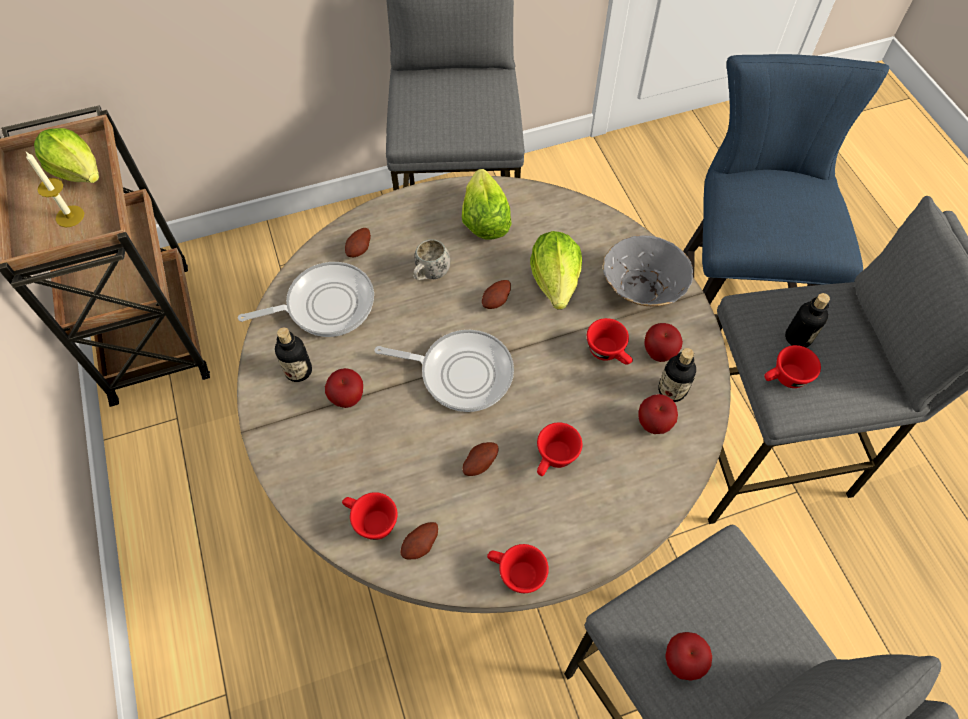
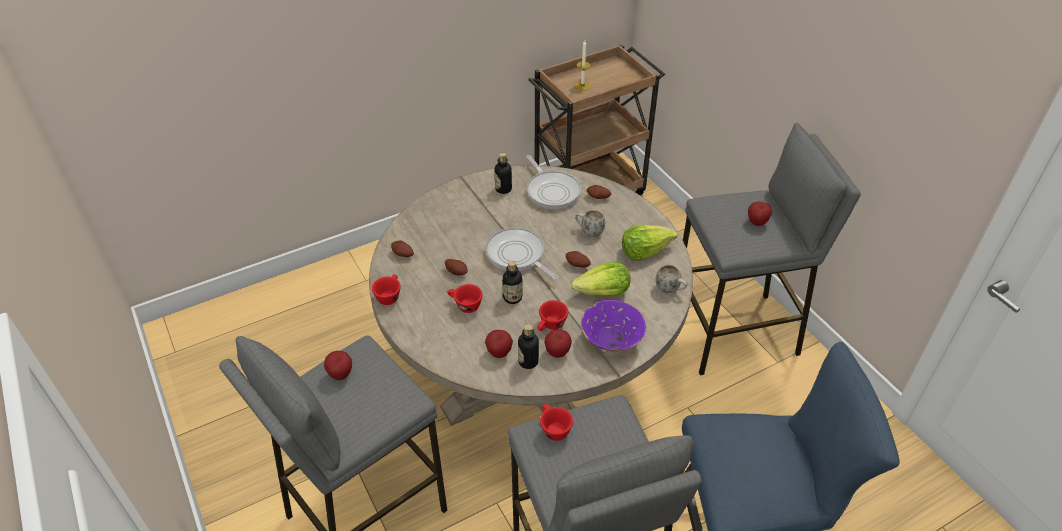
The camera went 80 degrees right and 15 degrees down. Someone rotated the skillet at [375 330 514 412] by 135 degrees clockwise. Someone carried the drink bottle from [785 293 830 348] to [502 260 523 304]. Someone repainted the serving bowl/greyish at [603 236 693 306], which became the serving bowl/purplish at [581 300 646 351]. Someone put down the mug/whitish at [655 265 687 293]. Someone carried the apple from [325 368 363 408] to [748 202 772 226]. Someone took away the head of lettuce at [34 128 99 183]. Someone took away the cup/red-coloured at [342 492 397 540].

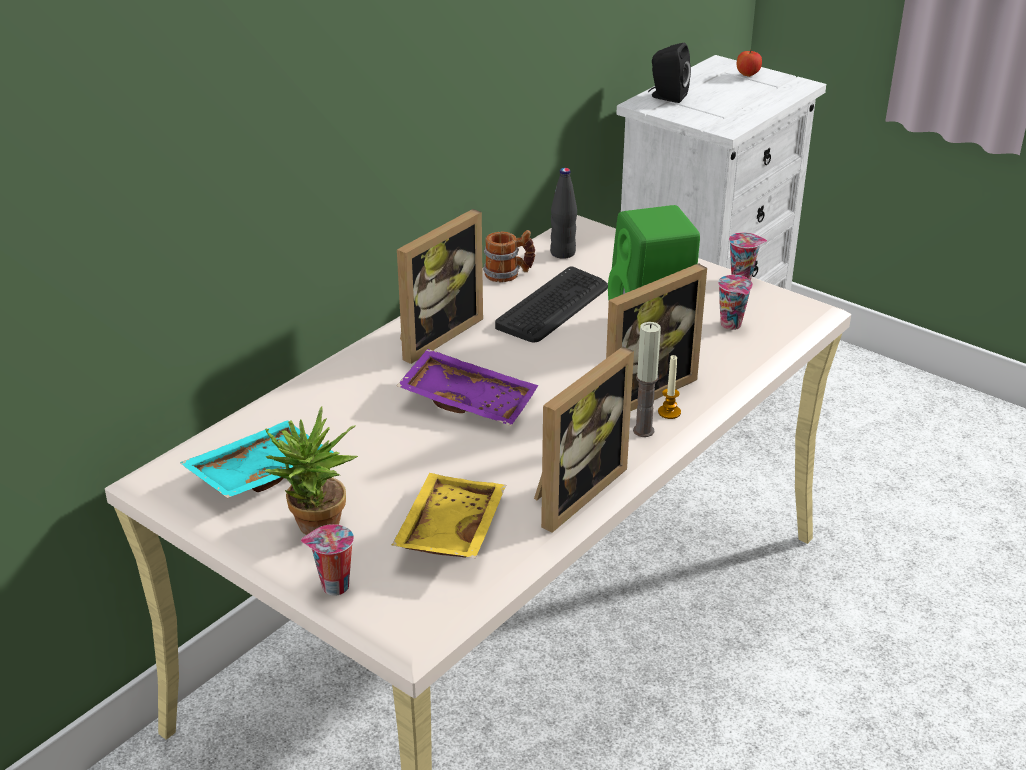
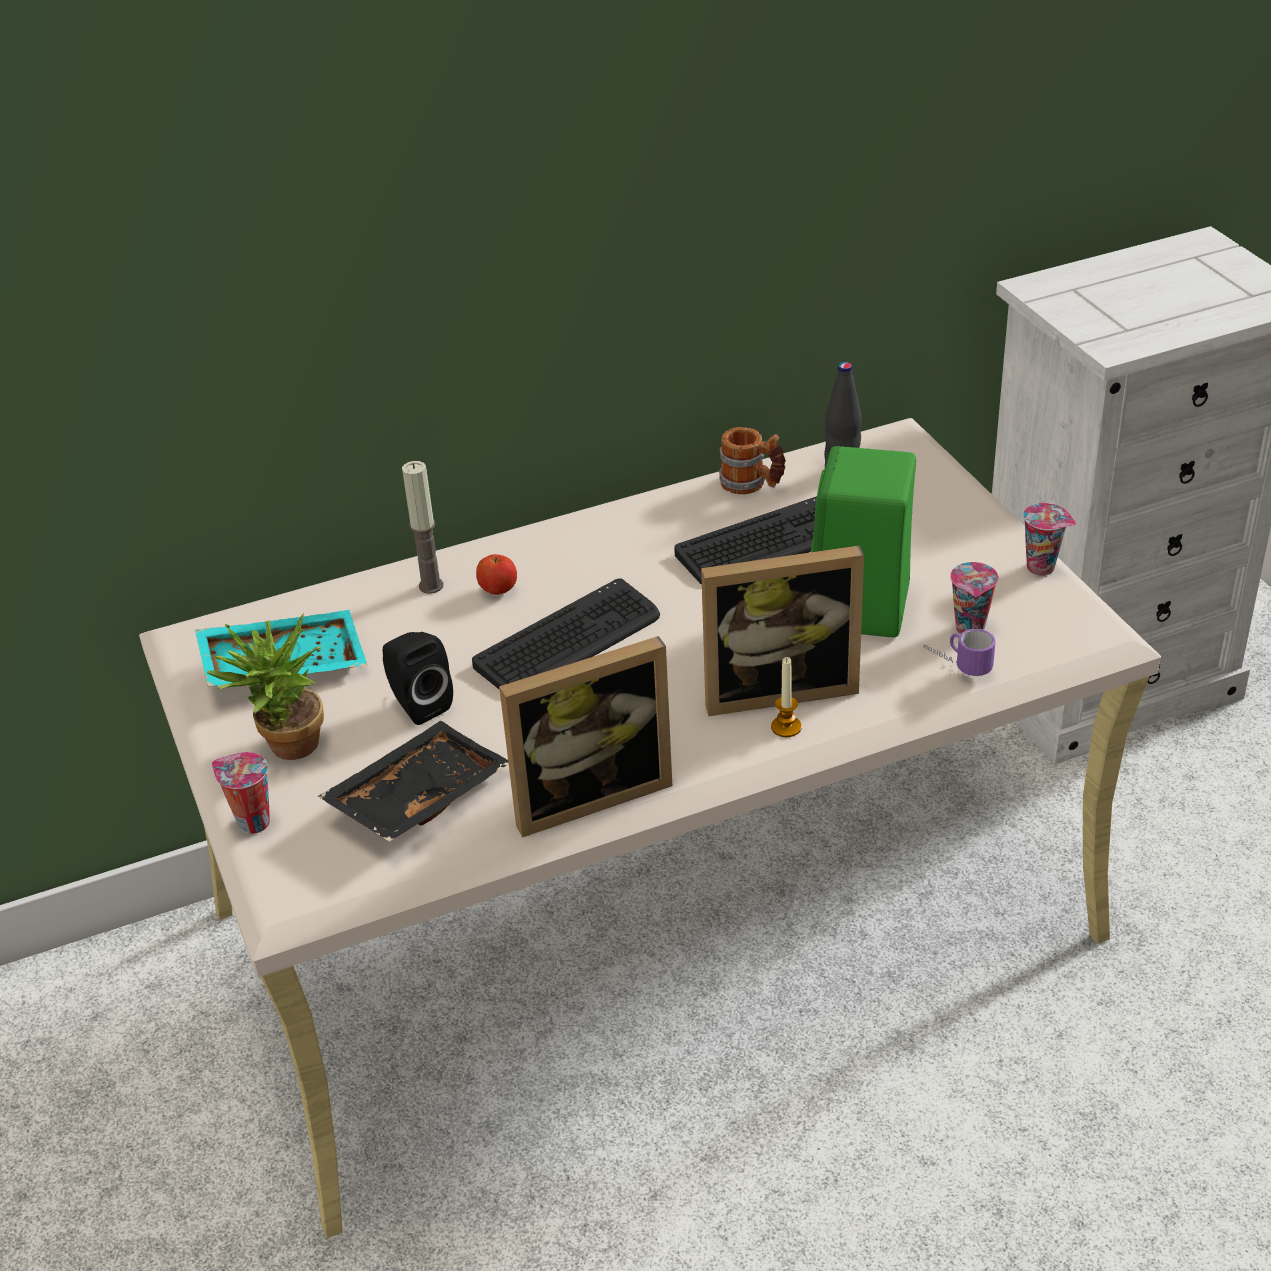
The camera went 30 degrees right and 5 degrees up. Someone repainted the tray/yellowish at [391 473 506 558], which became the tray/blackish at [318 721 509 842]. Someone carried the speaker/blackish from [648 43 691 103] to [383 632 453 725]. Someone carried the candle from [633 322 661 437] to [402 461 443 594]. Someone swapped the tray/purplish at [397 349 538 426] for the computer keyboard at [472 578 660 690]. Someone carried the apple from [737 50 762 77] to [476 554 517 595]. Someone put down the mug at [924 629 996 676]. Someone took away the standing frame at [397 209 483 364].

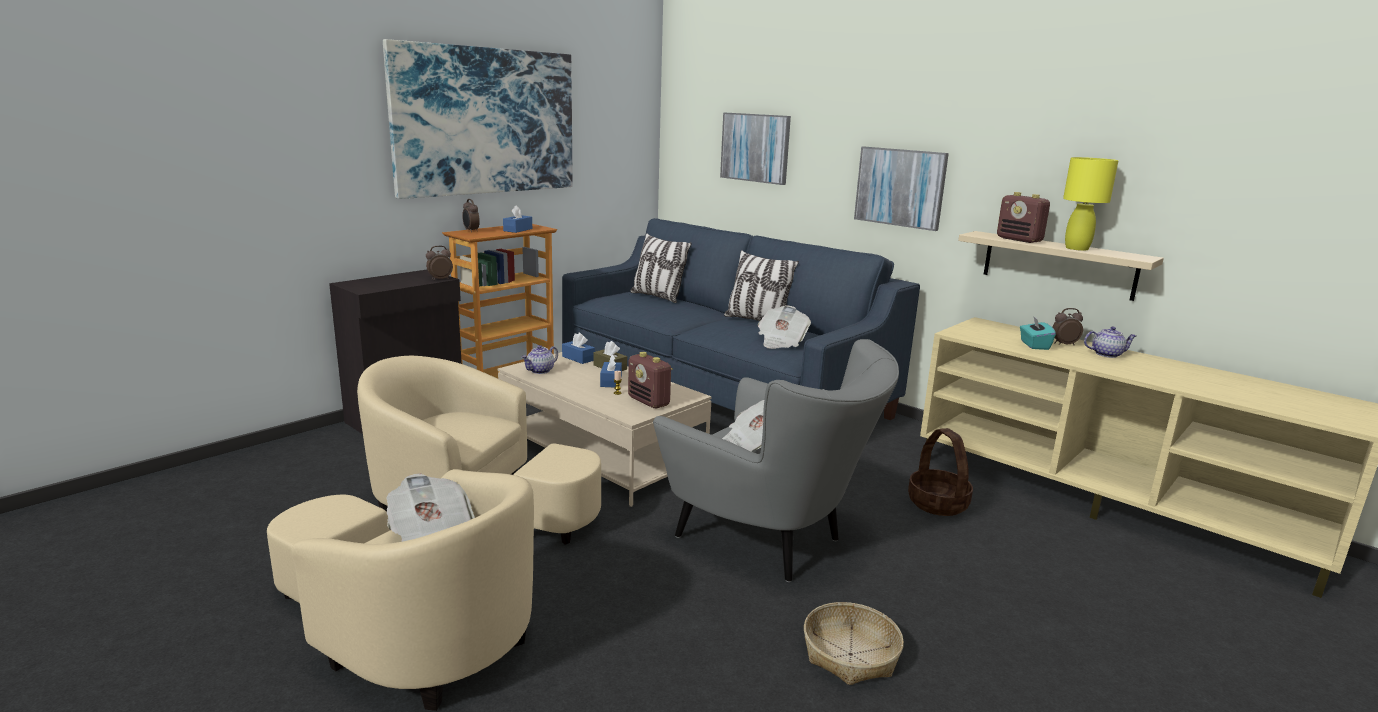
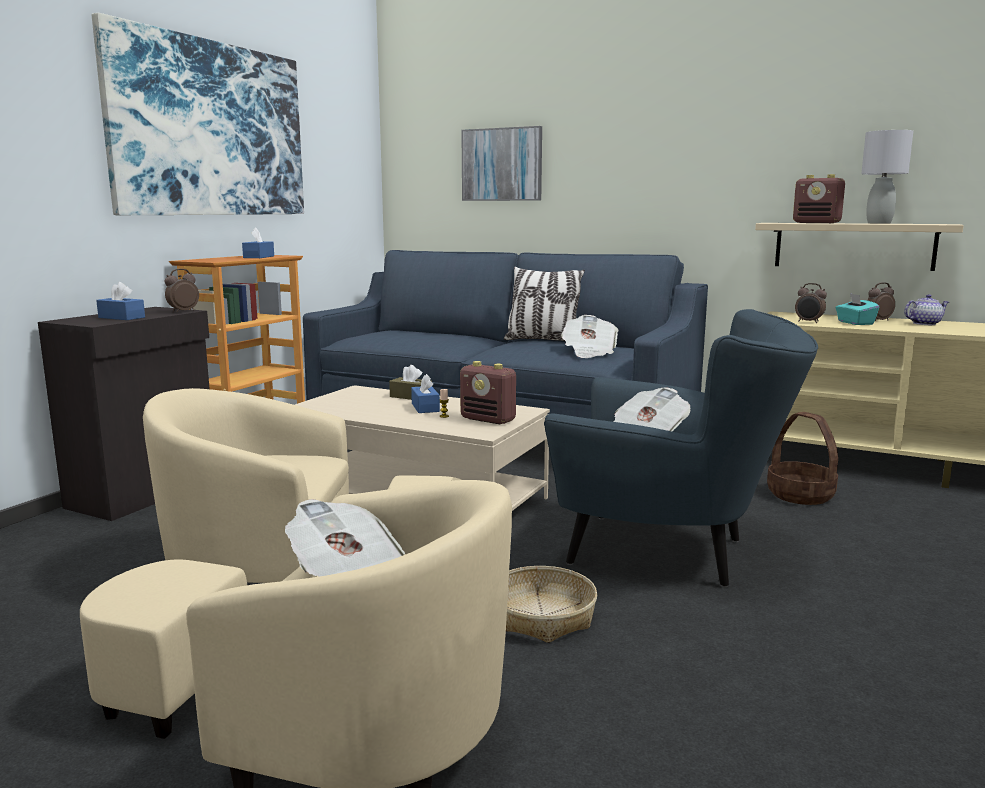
The camera went 15 degrees left and 5 degrees down. Someone carried the box of tissues/blue-coloured from [562 333 595 364] to [96 282 145 320]. Someone carried the basket from [804 602 904 685] to [506 566 597 643]. Someone repainted the armchair/greyish at [653 339 899 582], which became the armchair/blue-coloured at [544 309 818 587]. Someone carried the table clock from [462 199 480 232] to [795 283 827 323]. Someone repainted the tabletop lamp/yellowish at [1063 157 1119 251], which became the tabletop lamp/greyish at [861 130 913 224]. Someone took away the pot for tea at [522 345 558 374]. Someone took away the cushion at [630 233 692 303]. Someone took away the wall art at [854 147 949 231].

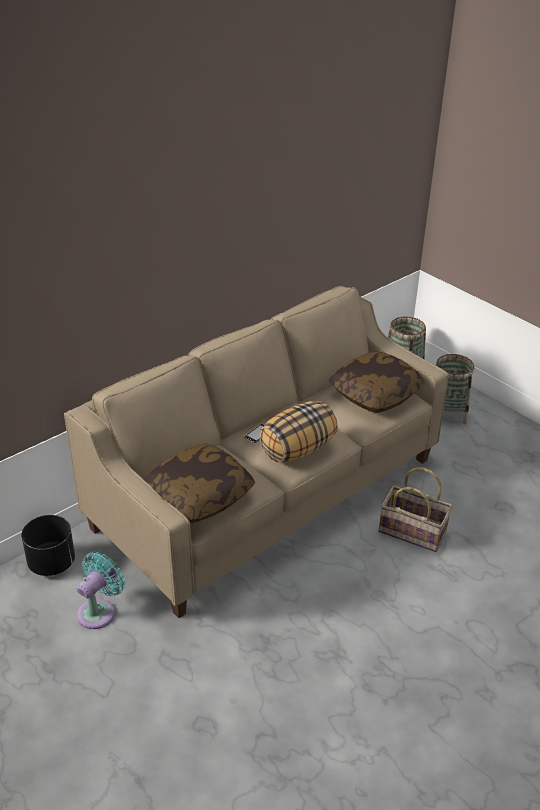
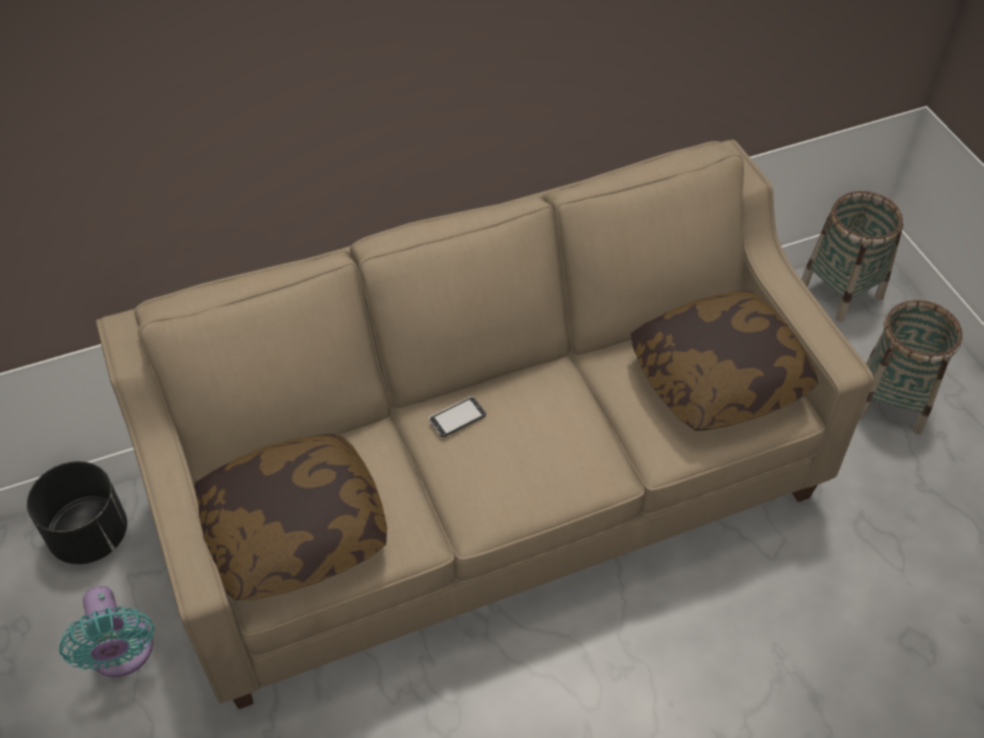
The camera went 20 degrees right and 15 degrees up. Someone rotated the fan/turquoise-coloured at [77 552 125 629] by 105 degrees clockwise. Someone took away the cushion at [259 401 338 462]. Someone took away the basket at [379 467 453 552].

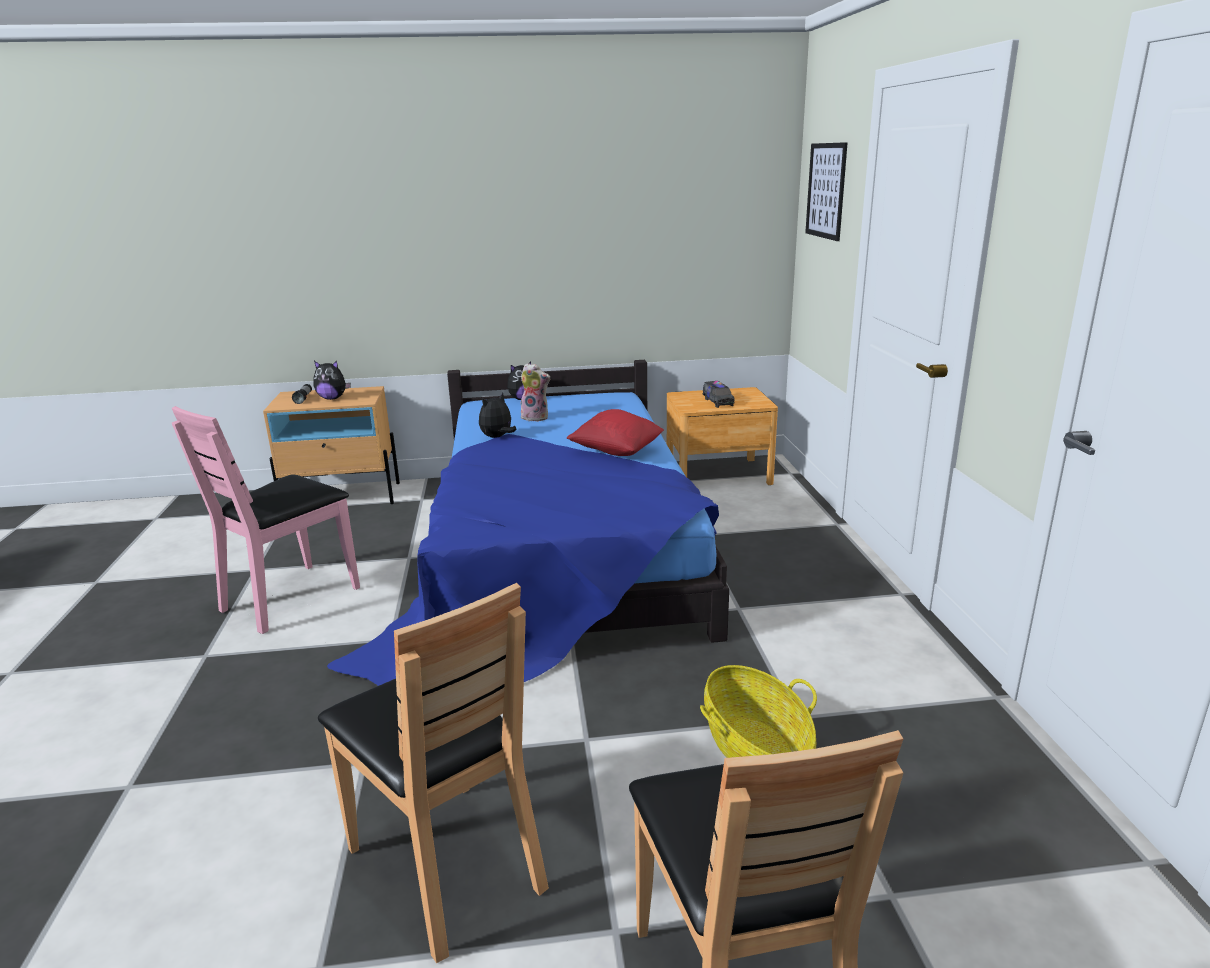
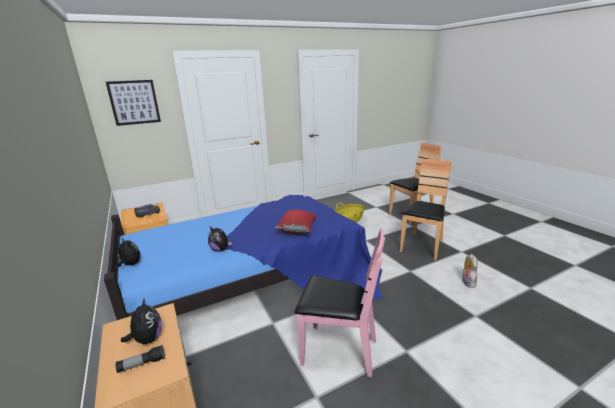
The camera went 110 degrees left and 0 degrees up. Someone carried the cushion/red-coloured from [567 409 664 456] to [275 210 317 234]. Someone carried the soft toy from [519 363 550 422] to [462 254 478 288].

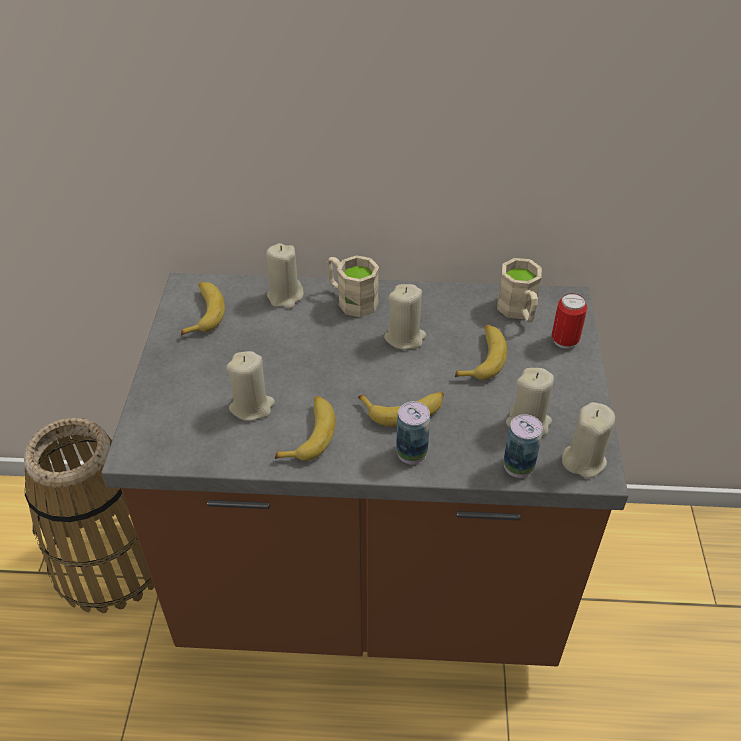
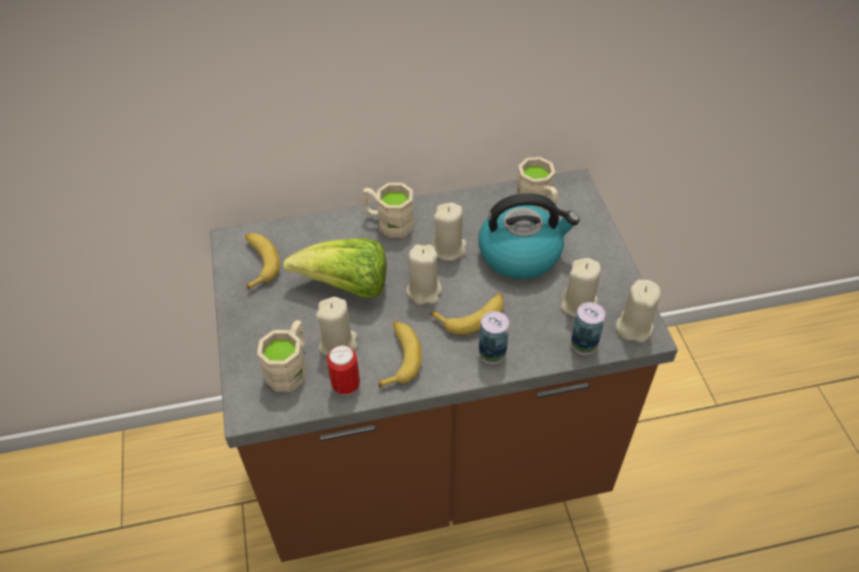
The camera went 15 degrees left and 5 degrees up. Someone put down the mug/beige-coloured at [257 320 307 392]. Someone put down the head of lettuce at [283 238 387 298]. Someone carried the can from [552 293 587 349] to [327 345 360 395]. Someone carried the candle/beige-coloured from [266 243 304 309] to [406 245 442 305]. Someone swapped the banana fruit at [455 325 507 380] for the tea kettle at [478 193 580 279]. Someone took away the basket at [24 418 154 613].

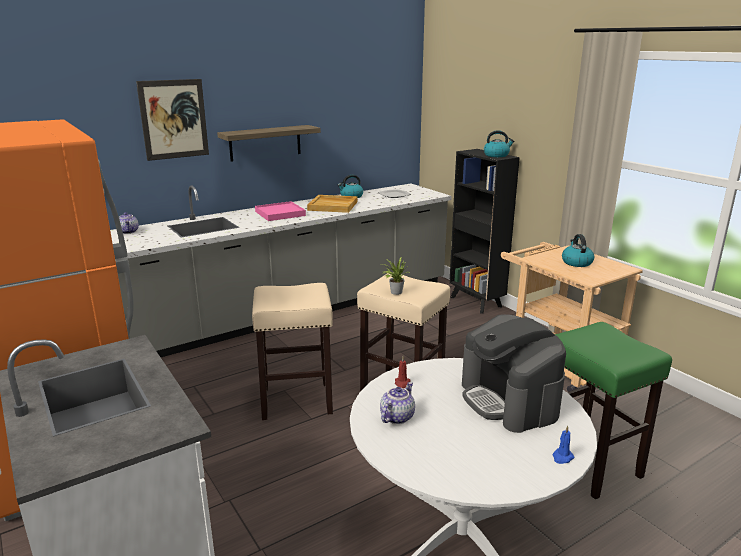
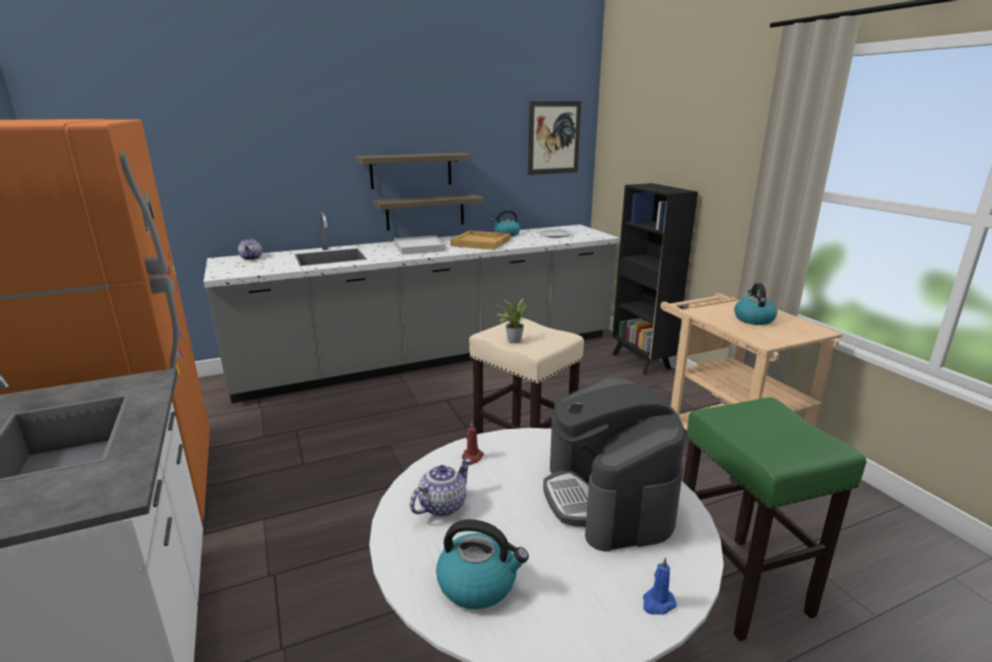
The camera went 10 degrees right and 0 degrees up. Someone put up the wall shelf at [373 194 483 231]. Someone repainted the tray/pink at [255 201 306 221], which became the tray/whitish at [394 236 446 255]. Someone carried the tea kettle from [484 130 514 157] to [436 519 529 609]. Someone carried the wall art from [136 79 209 161] to [528 101 581 175]. Someone took away the stool seat/beige-coloured at [252 283 333 420].

